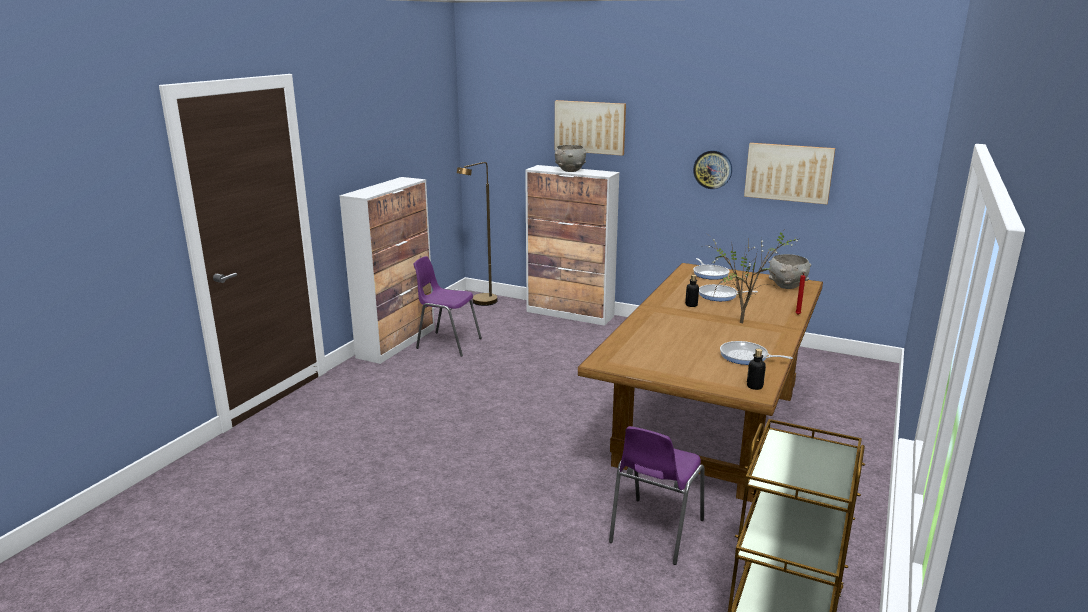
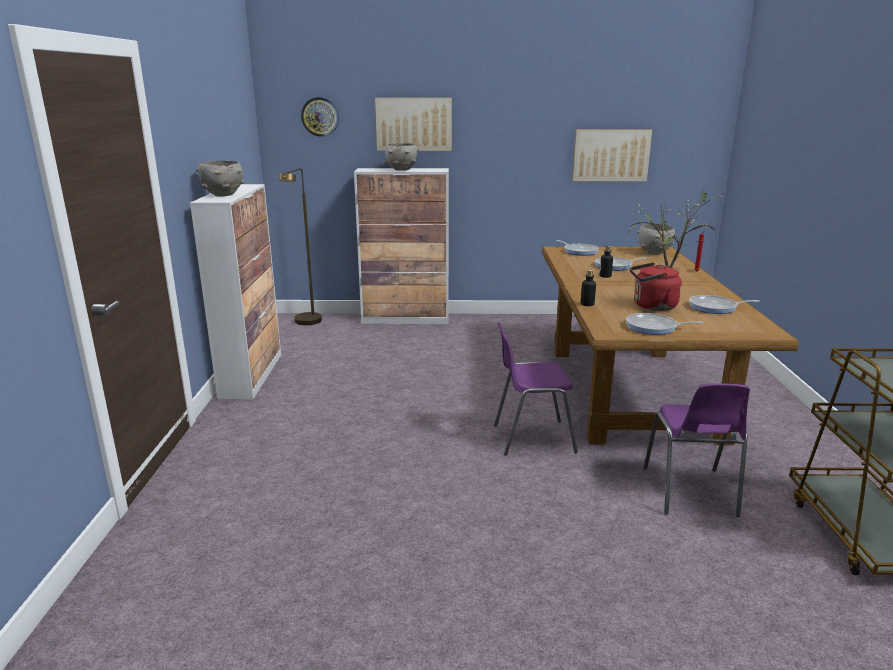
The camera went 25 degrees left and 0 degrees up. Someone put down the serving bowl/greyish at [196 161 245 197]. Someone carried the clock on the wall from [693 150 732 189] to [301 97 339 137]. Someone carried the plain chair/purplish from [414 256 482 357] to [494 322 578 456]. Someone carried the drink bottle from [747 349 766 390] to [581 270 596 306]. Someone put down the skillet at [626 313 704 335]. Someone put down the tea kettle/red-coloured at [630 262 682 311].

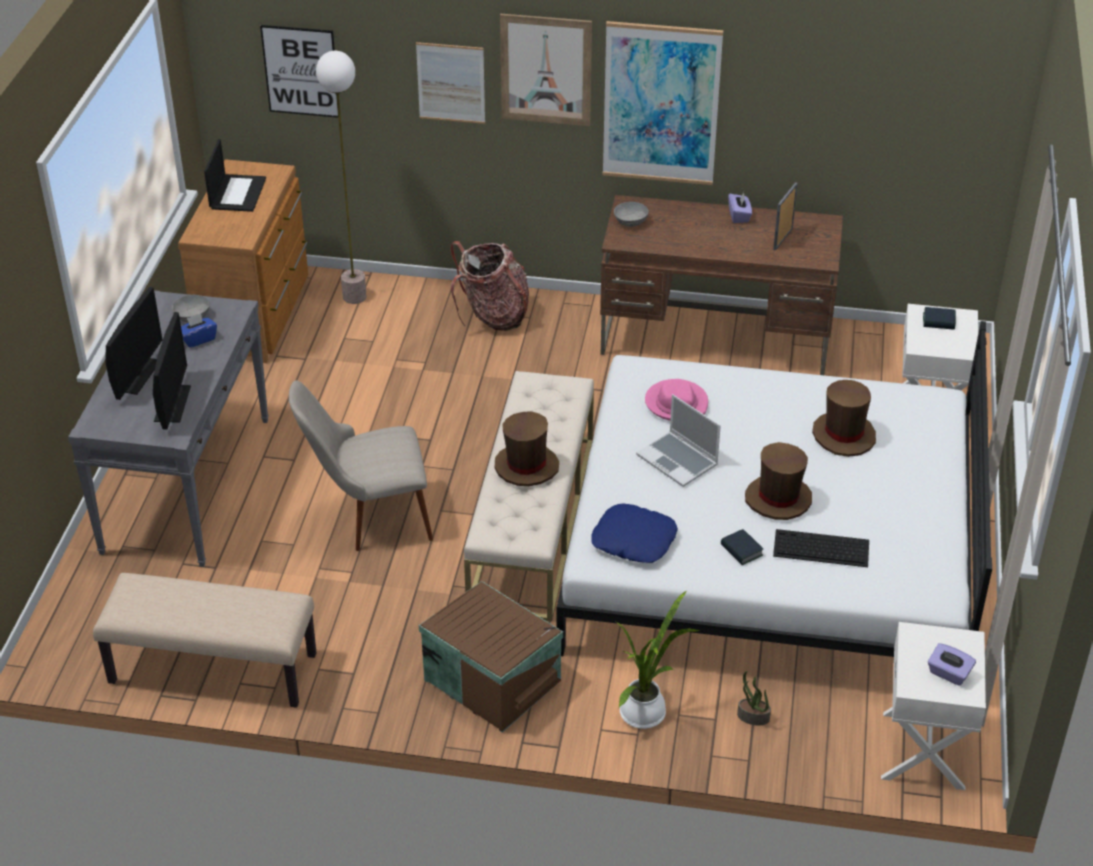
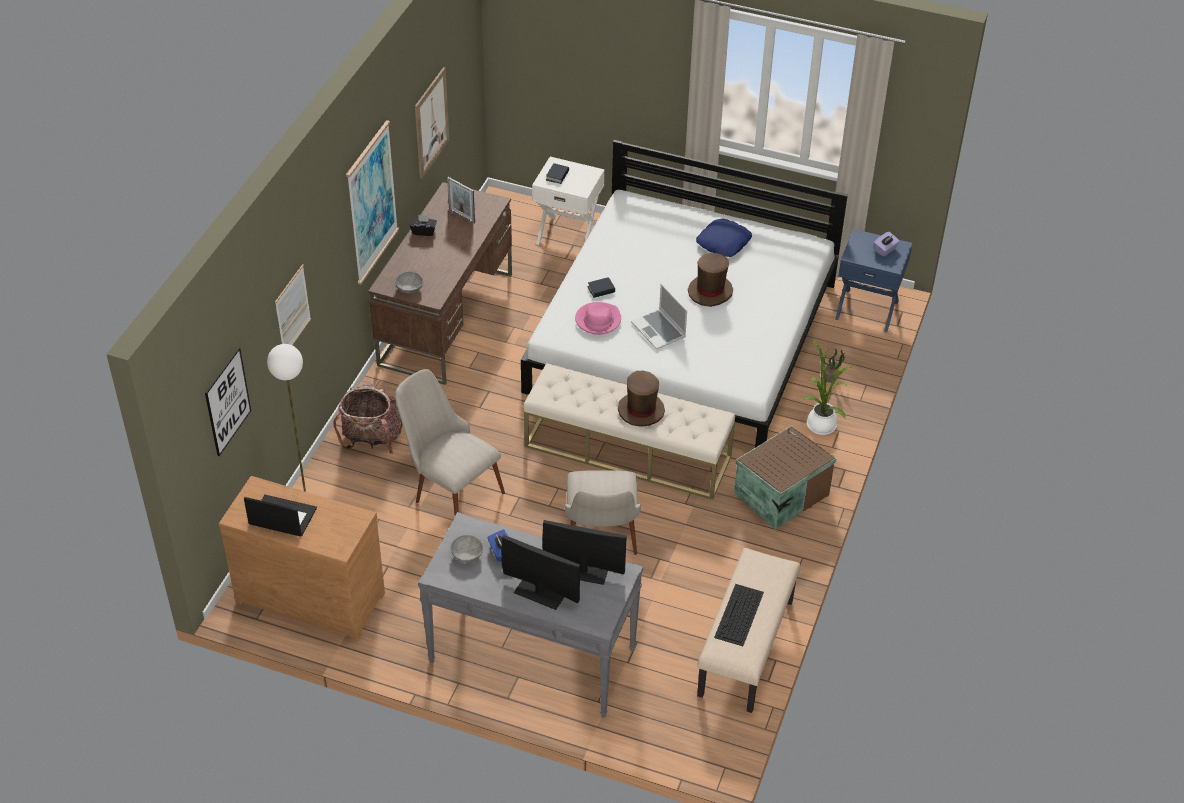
The camera went 80 degrees left and 5 degrees up. Someone put down the plain chair/beige-coloured at [395 369 505 515]. Someone repainted the box of tissues/purplish at [728 192 752 223], which became the box of tissues/blackish at [410 214 437 236]. Someone carried the wall art from [500 14 592 126] to [415 67 449 179]. Someone carried the book from [721 529 763 565] to [587 277 615 298]. Someone rotated the notebook computer at [636 394 721 487] by 90 degrees clockwise. Someone carried the cushion/blue-coloured from [591 503 678 563] to [696 219 752 257]. Someone carried the computer keyboard from [773 529 869 567] to [714 584 764 646]. Someone repainted the night table/whitish at [881 622 986 790], which became the night table/blue-coloured at [835 229 913 332]. Someone took away the hat/brownish at [812 380 876 457].

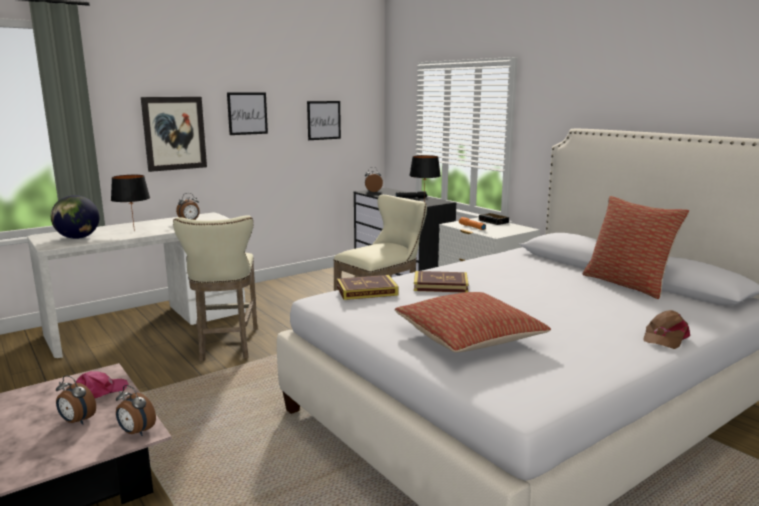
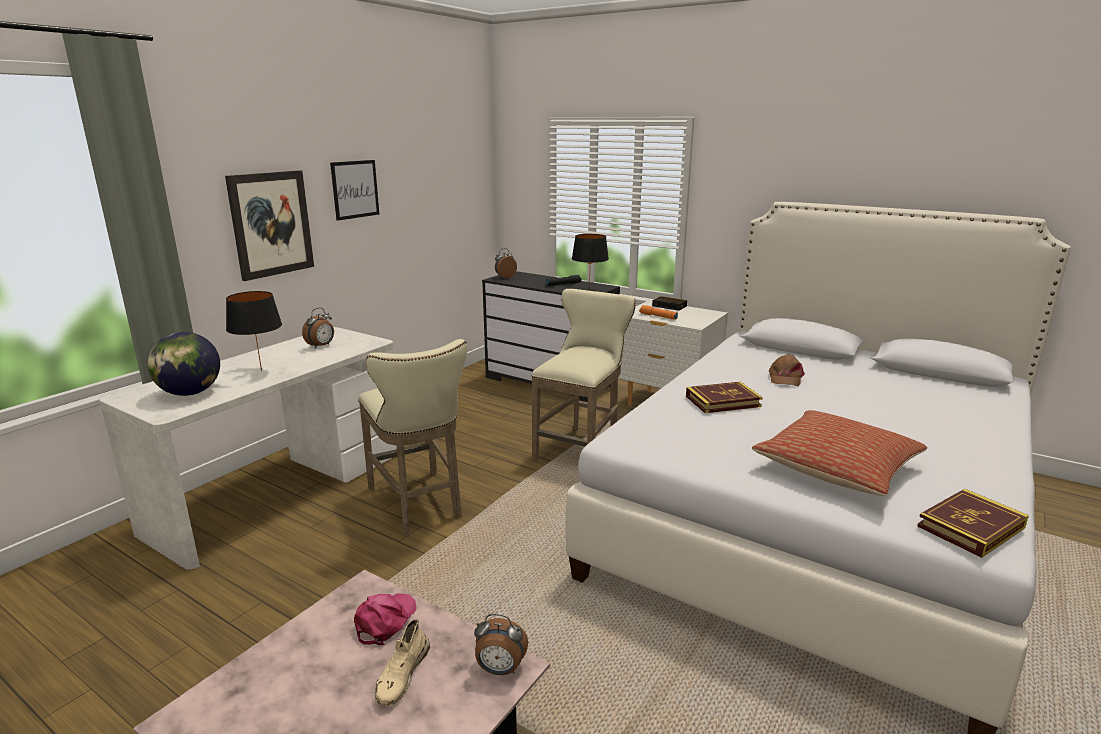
The camera went 20 degrees left and 5 degrees up. Someone swapped the table clock at [56 375 96 425] for the item of footwear/beige-coloured at [375 619 430 706]. Someone carried the cap/brownish from [643 310 690 349] to [769 354 805 386]. Someone carried the book from [337 275 399 300] to [917 489 1029 558]. Someone took away the wall art at [307 101 341 140]. Someone took away the cushion at [583 196 690 299].

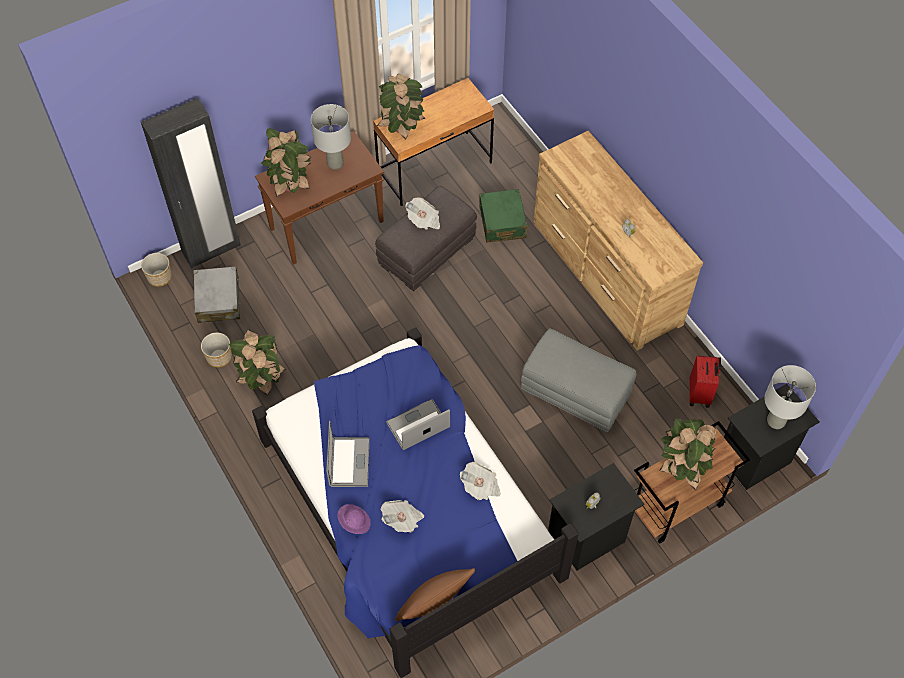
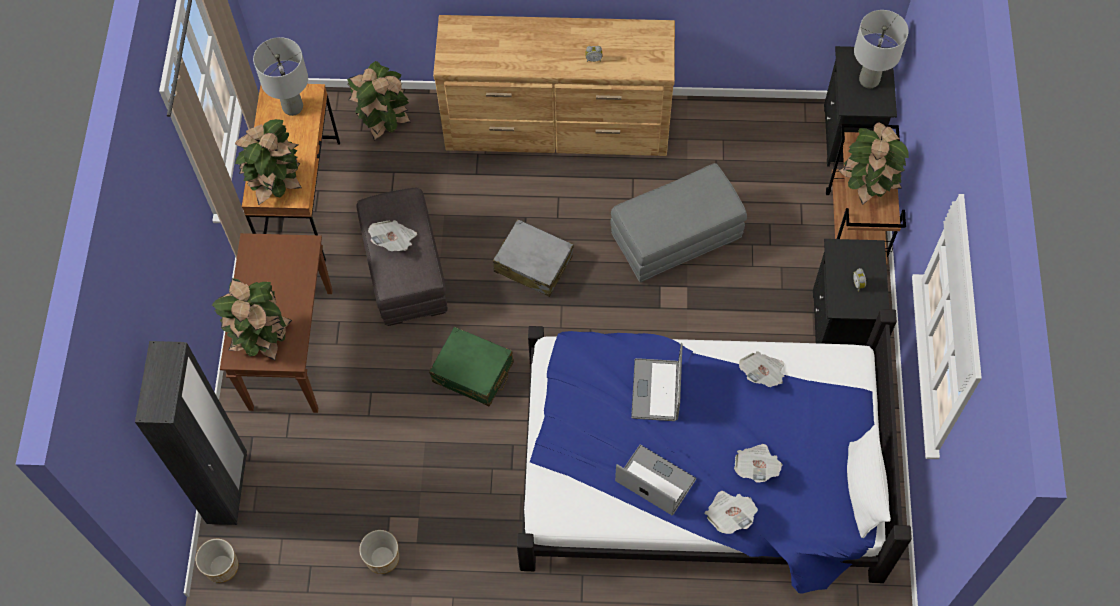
The camera went 55 degrees left and 5 degrees up. Someone carried the tabletop lamp/greyish from [311 104 351 170] to [253 37 308 116]. Someone carried the houseplant from [229 329 286 396] to [347 61 411 141]. Someone carried the travel case/green from [479 189 527 243] to [429 327 514 407]. Someone carried the travel case/greyish from [193 266 241 323] to [493 219 574 297]. Someone swapped the hat/purplish at [337 504 371 534] for the printed paper at [704 491 758 534]. Someone repainted the cushion/brownish at [395 568 475 621], which became the cushion/whitish at [847 424 891 538]. Someone took away the travel case/red-coloured at [690 356 721 408].

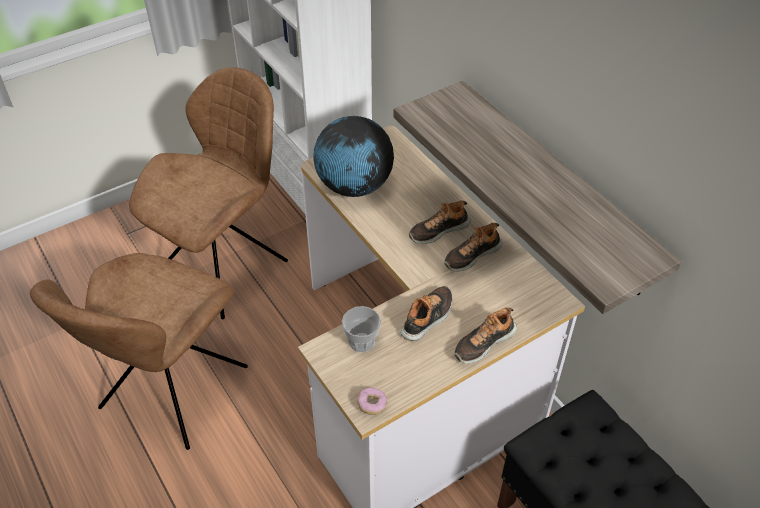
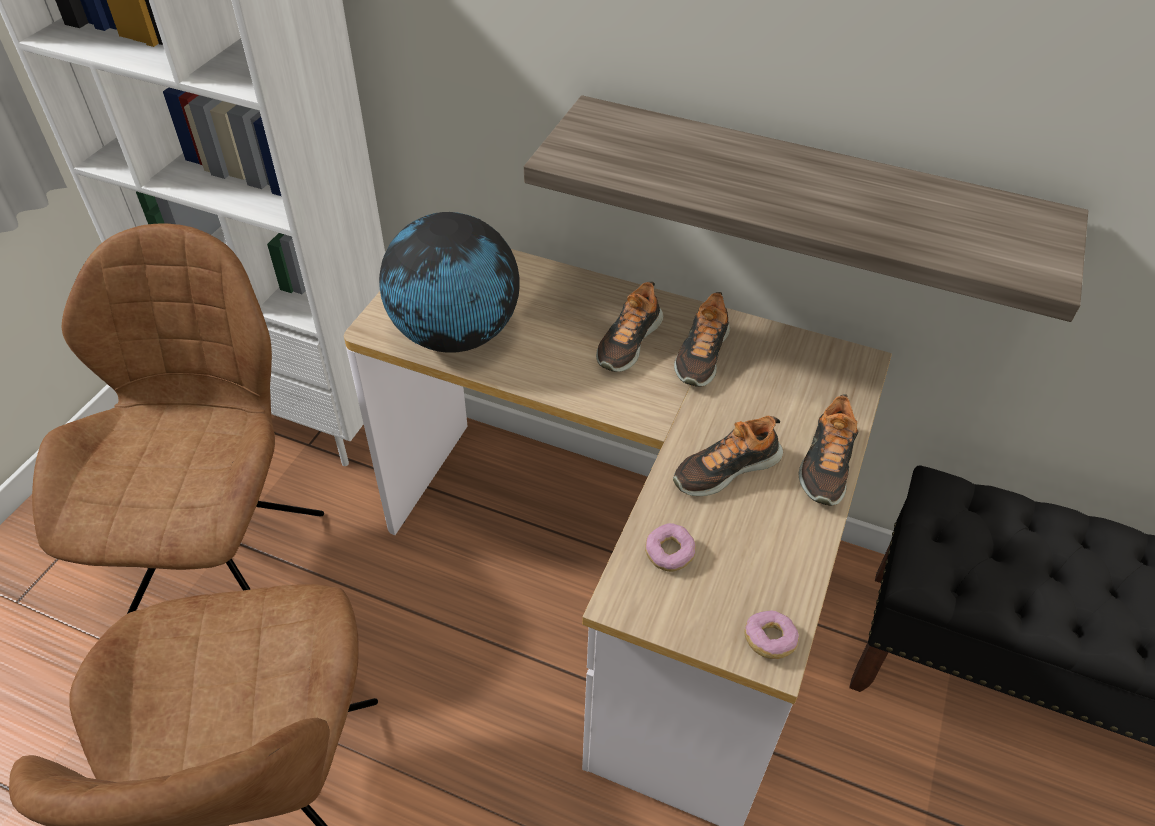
The camera went 35 degrees left and 0 degrees up. Someone swapped the cup at [342 306 381 352] for the donut at [645 523 696 572]. Someone rotated the item of footwear at [401 286 452 341] by 120 degrees counterclockwise.

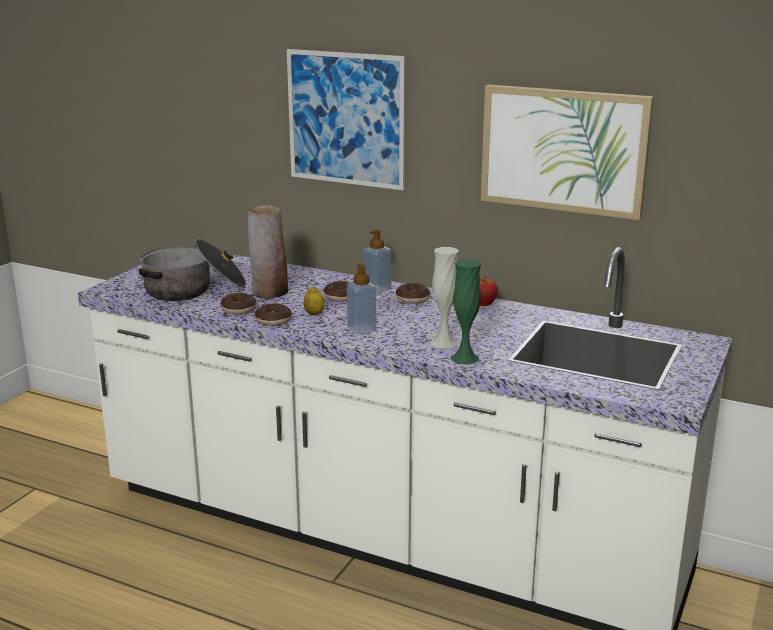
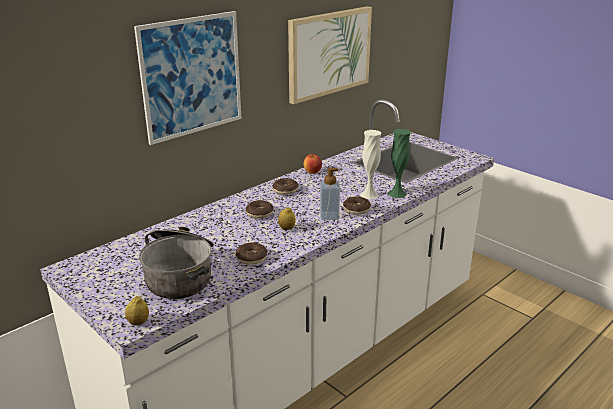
The camera went 70 degrees left and 5 degrees up. Someone put down the lemon at [125 296 149 325]. Someone carried the donut from [255 303 292 326] to [343 197 371 215]. Someone took away the decorative vase at [248 205 288 299]. Someone took away the liquid soap bottle at [363 229 392 294].

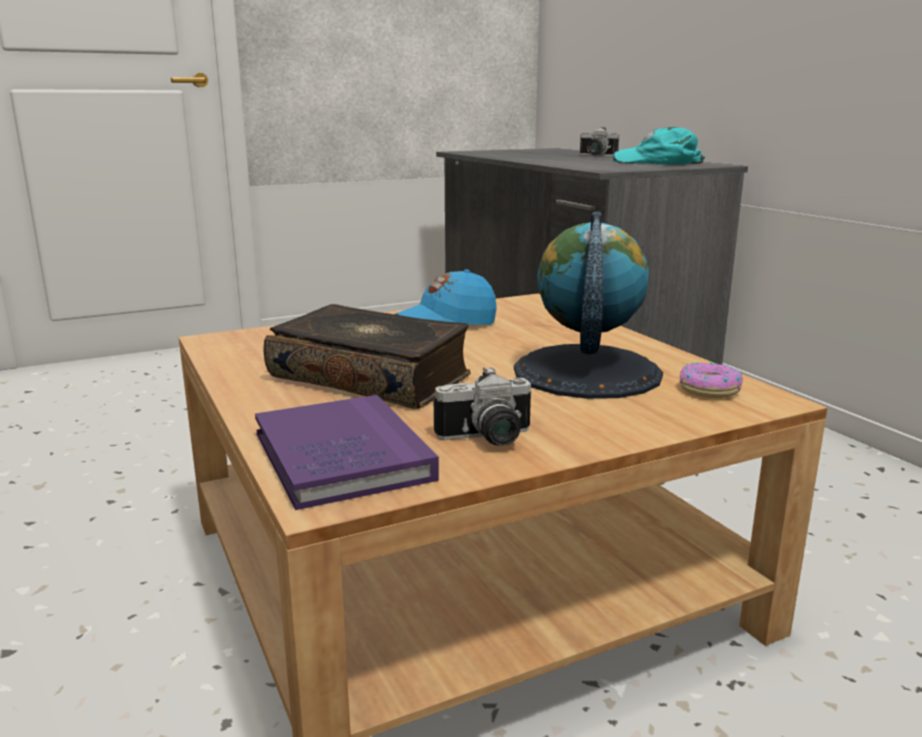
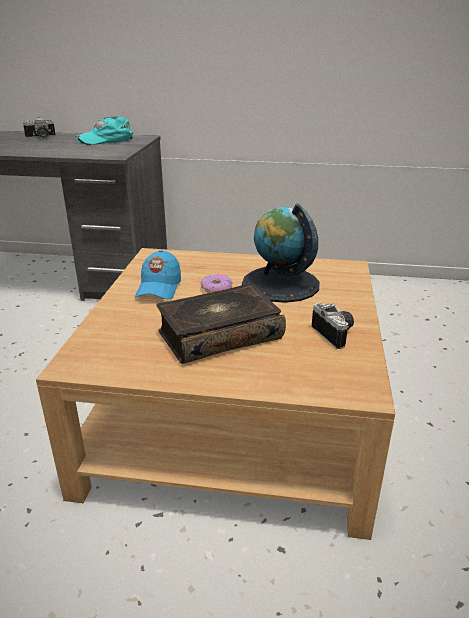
The camera went 55 degrees left and 10 degrees up. Someone carried the donut from [680 362 743 398] to [201 274 232 293]. Someone rotated the photo camera at [434 367 531 446] by 45 degrees counterclockwise. Someone took away the book/purplish at [255 395 439 510].

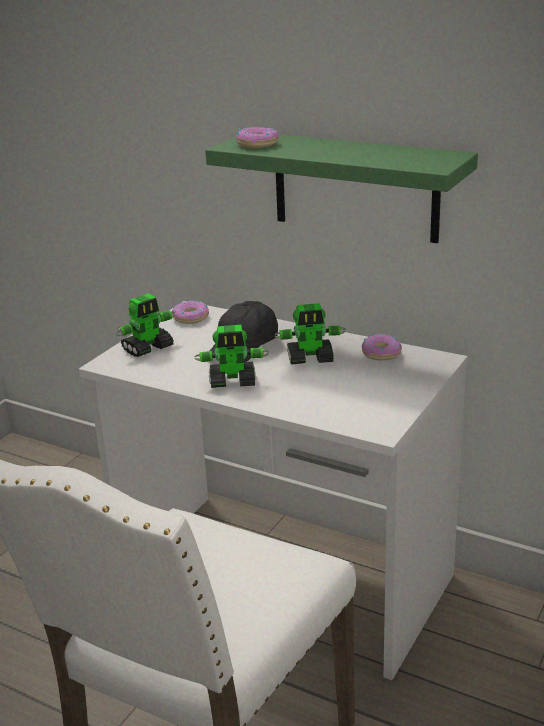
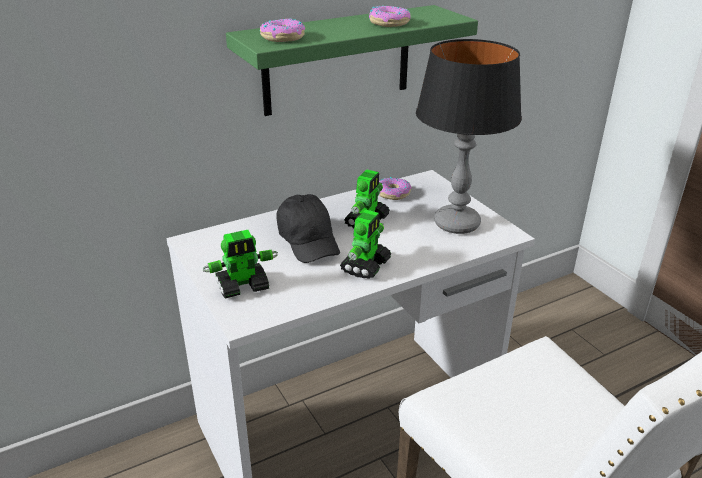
The camera went 60 degrees left and 5 degrees up. Someone rotated the robot figure at [116 294 175 357] by 75 degrees clockwise. Someone carried the donut from [172 300 209 324] to [369 6 411 27]. Someone put down the tabletop lamp at [416 39 522 234].

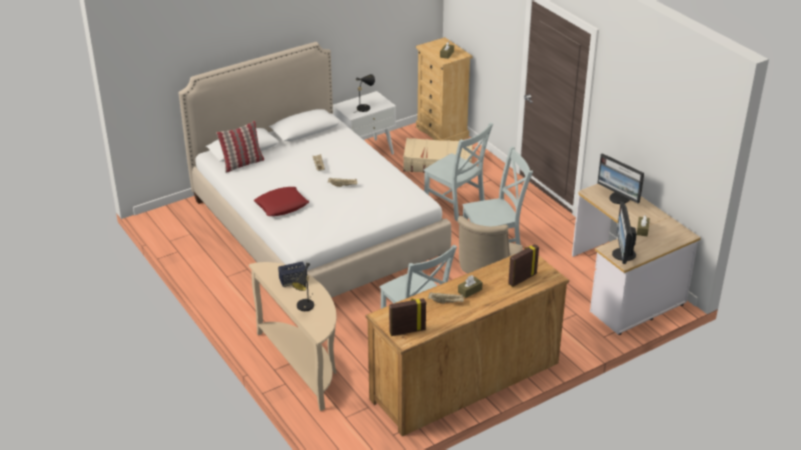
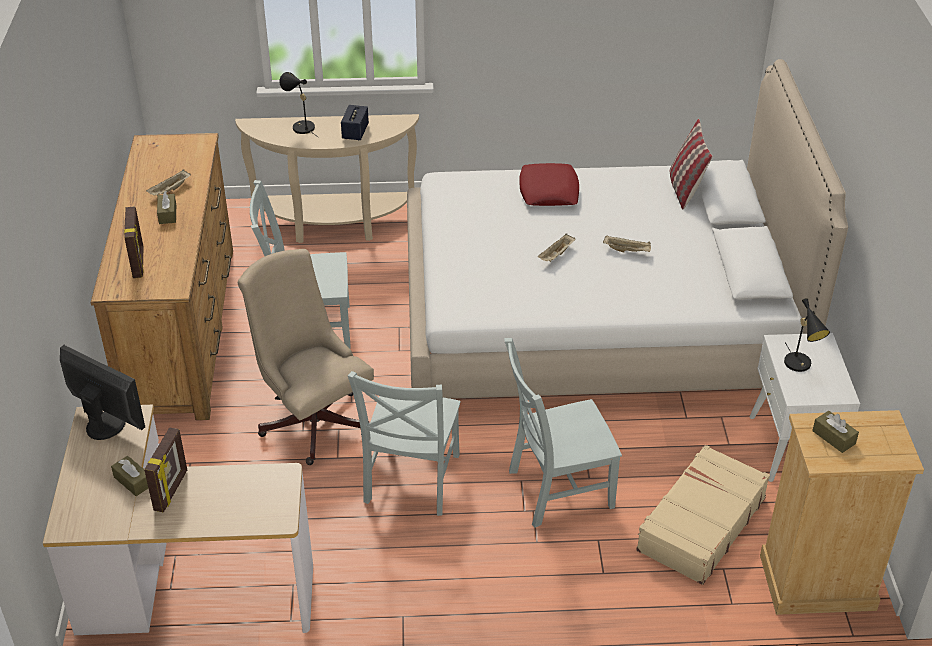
The camera went 120 degrees right and 5 degrees up. Someone carried the standing frame from [389 298 426 336] to [144 427 187 512]. Someone took away the computer display at [597 153 644 204].

